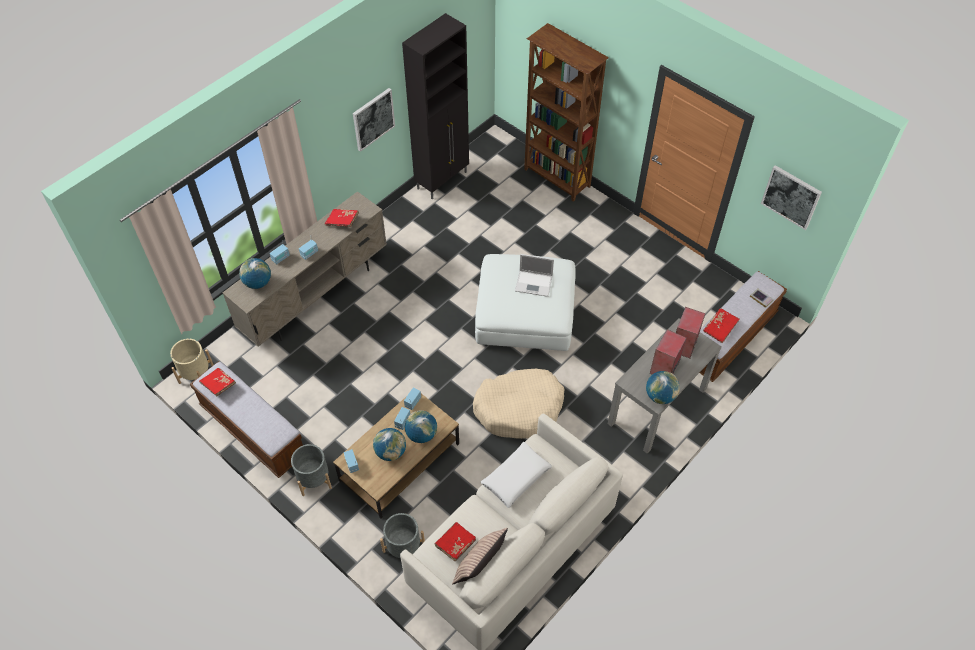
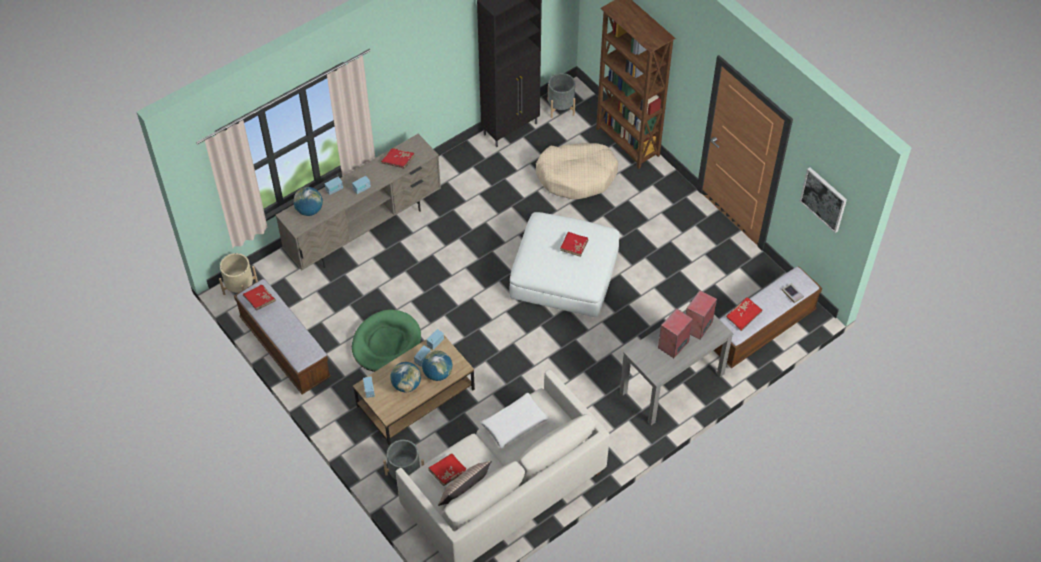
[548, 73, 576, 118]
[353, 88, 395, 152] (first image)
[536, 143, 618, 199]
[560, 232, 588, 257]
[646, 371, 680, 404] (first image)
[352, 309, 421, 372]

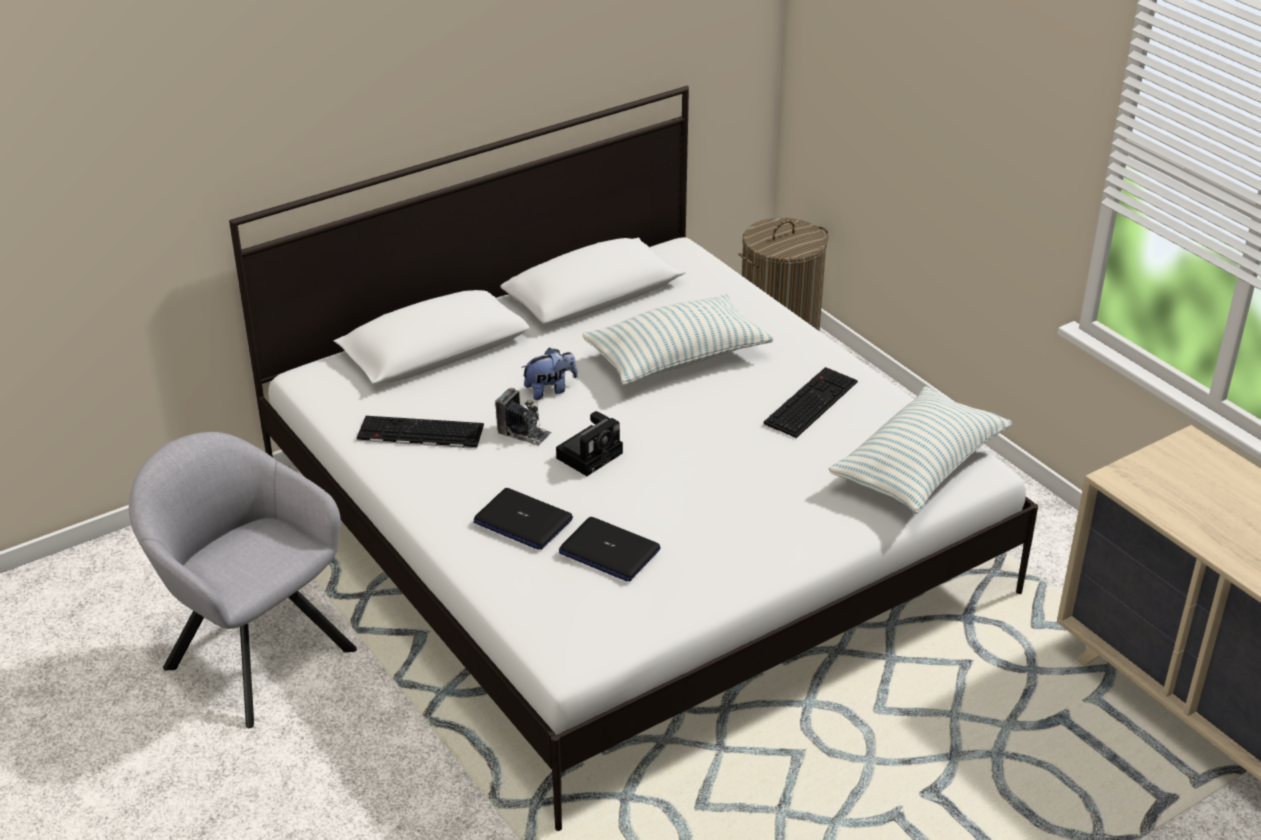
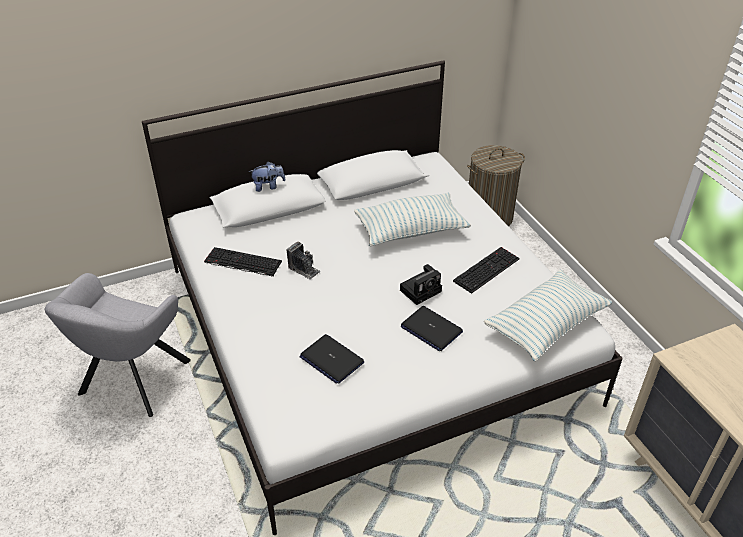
[45, 273, 191, 417]
[401, 306, 463, 351]
[249, 162, 285, 192]
[400, 264, 442, 305]

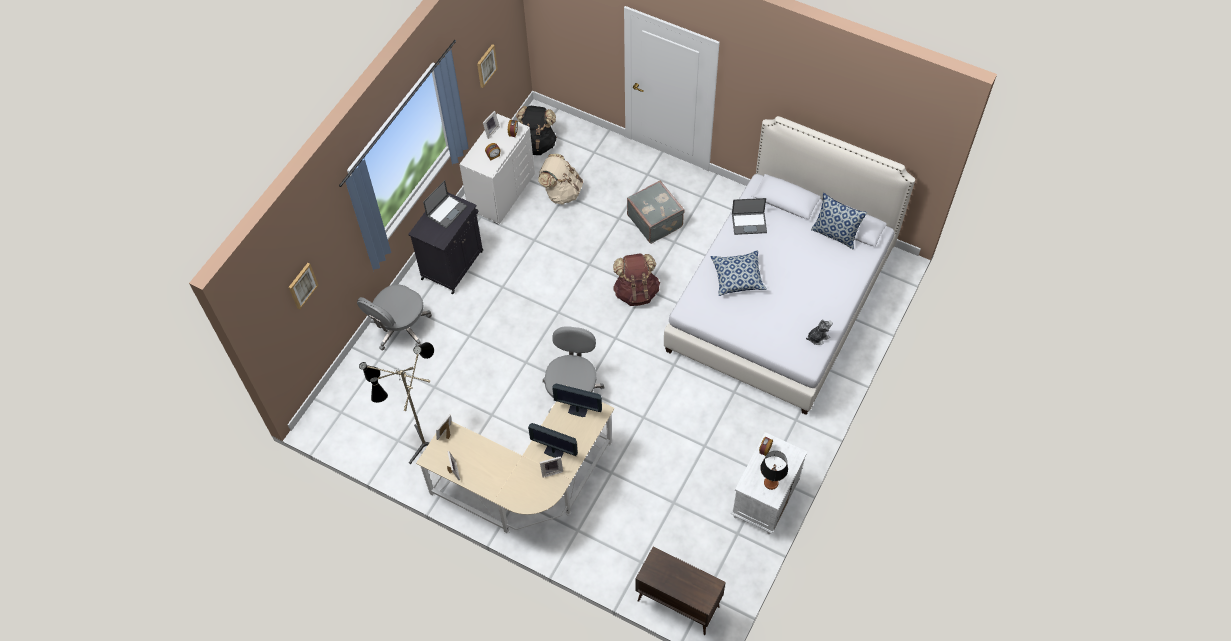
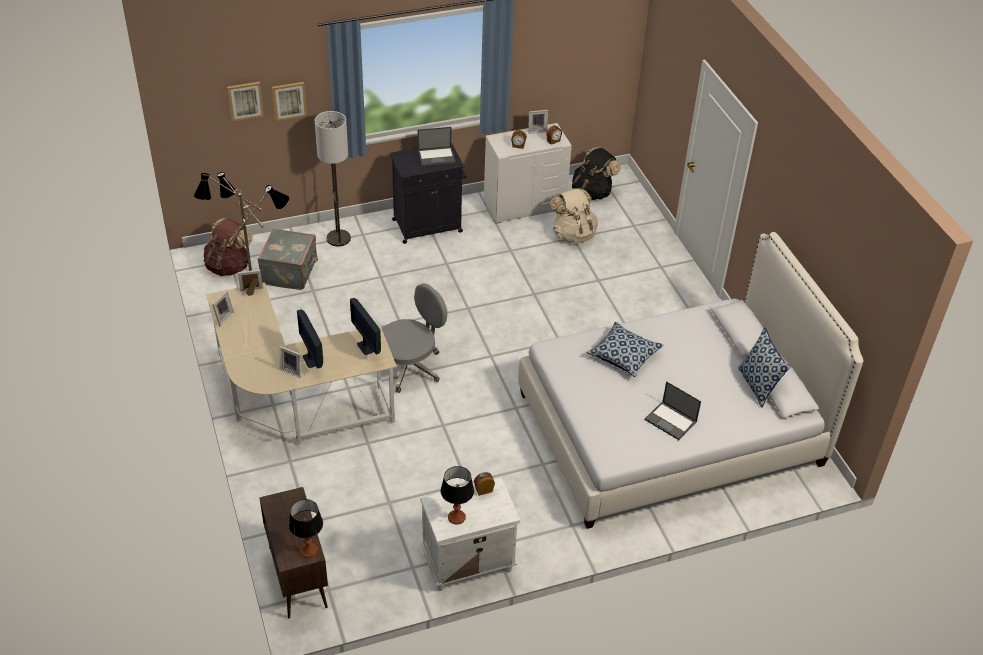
[315, 111, 351, 246]
[272, 82, 307, 121]
[204, 218, 253, 276]
[258, 228, 318, 290]
[645, 381, 701, 440]
[806, 319, 833, 345] (first image)
[289, 499, 323, 558]

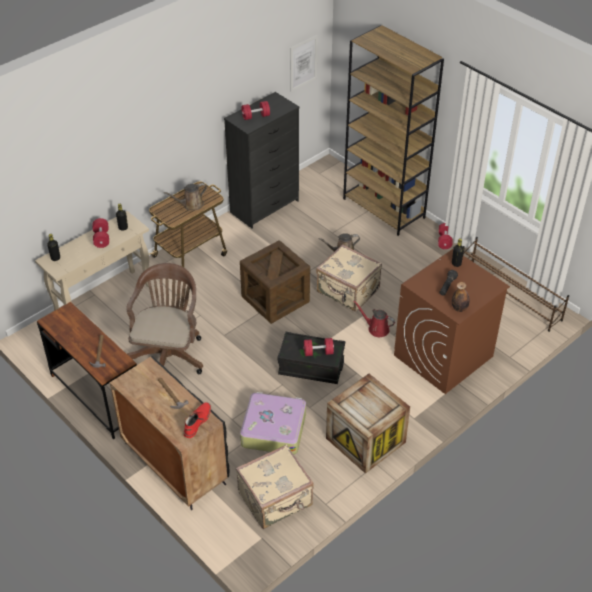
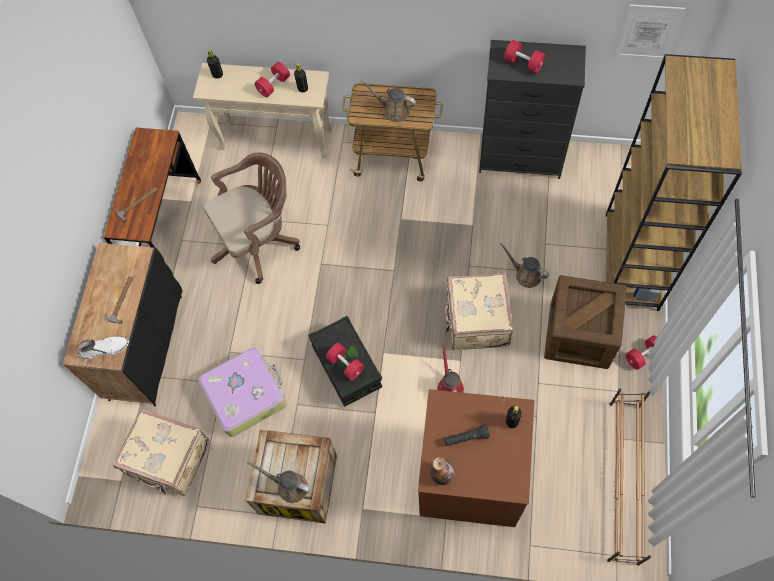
[77, 337, 129, 360]
[544, 275, 627, 369]
[248, 461, 312, 503]

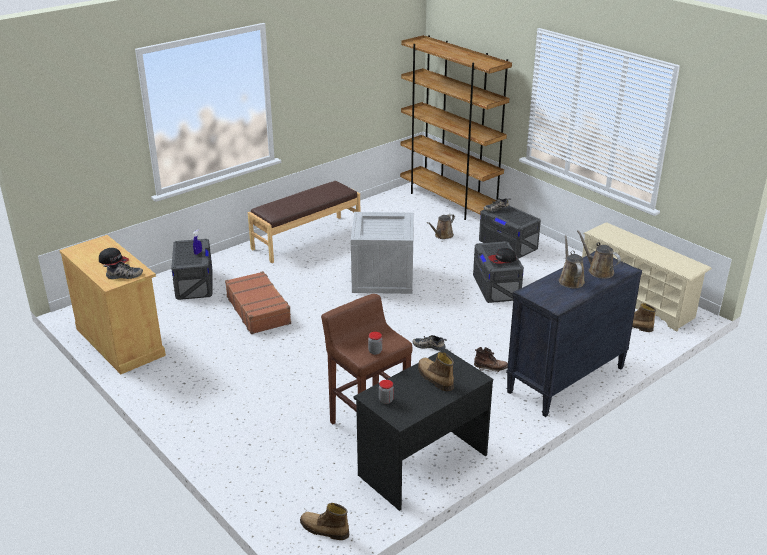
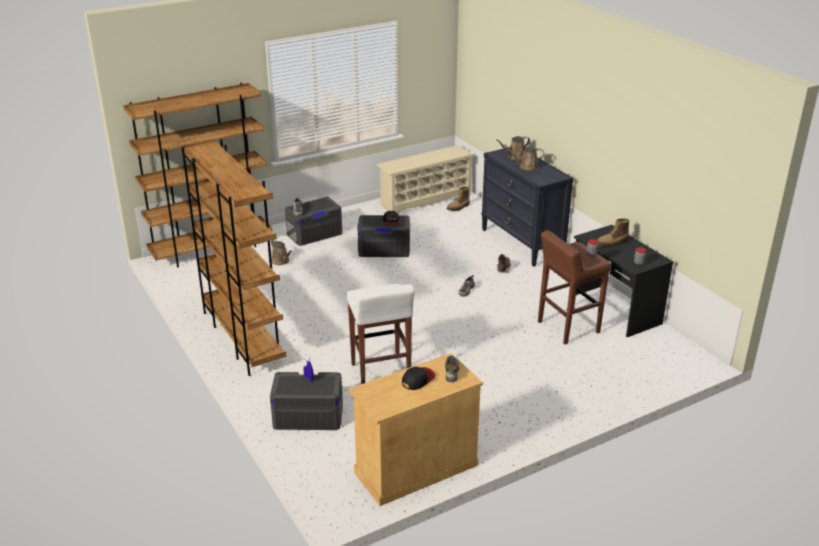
[347, 284, 414, 384]
[181, 139, 286, 376]
[300, 503, 349, 540] (first image)
[351, 212, 413, 294] (first image)

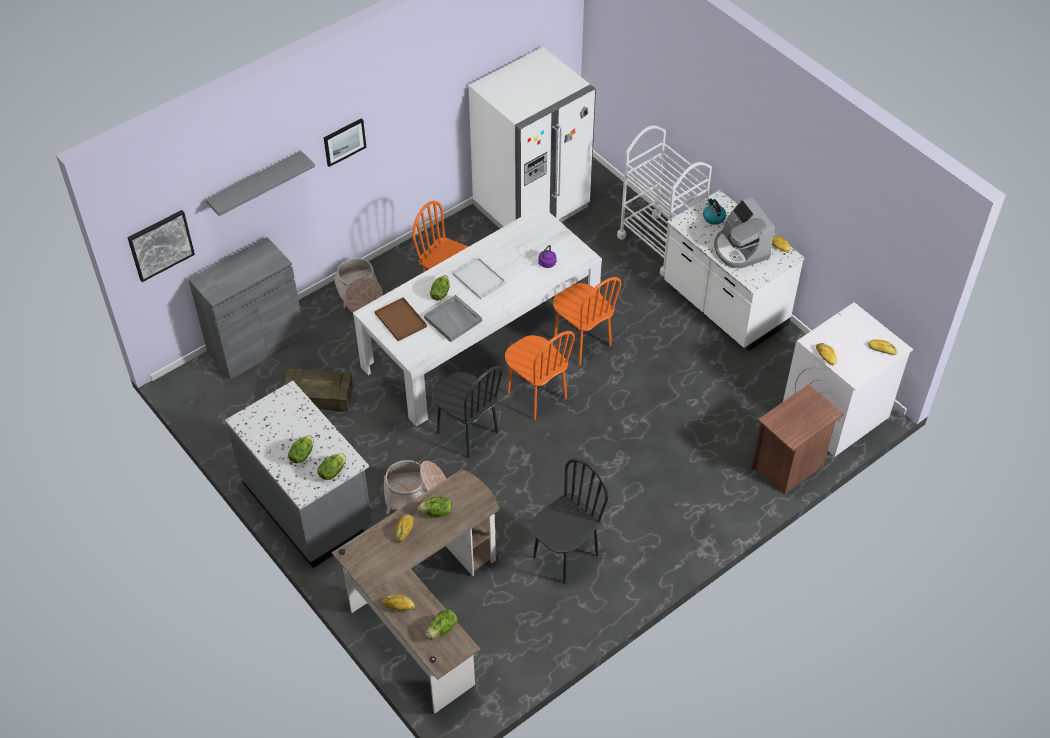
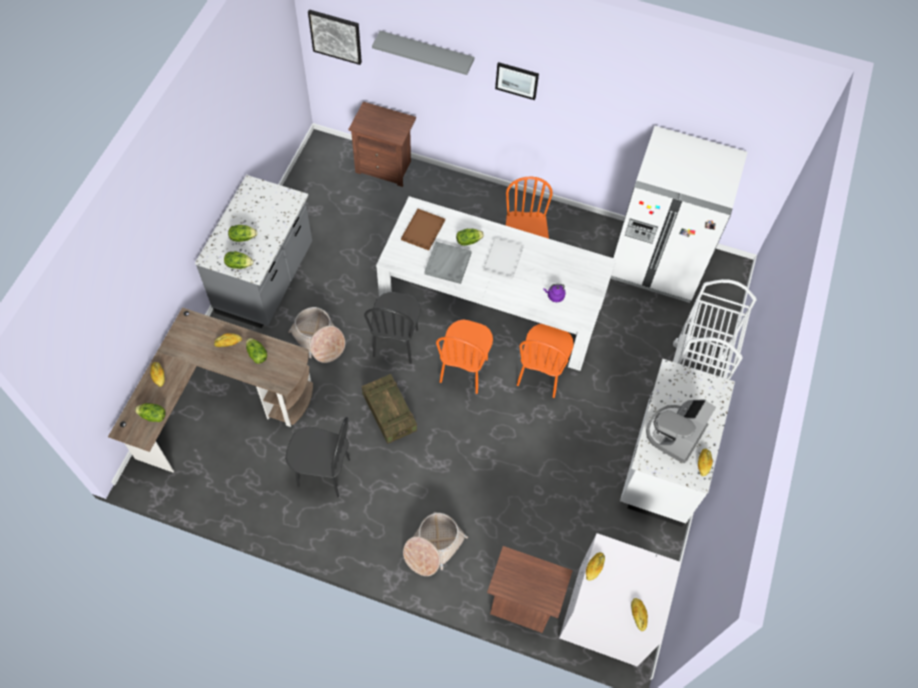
[348, 102, 416, 187]
[362, 374, 417, 444]
[403, 512, 468, 576]
[703, 198, 726, 225] (first image)

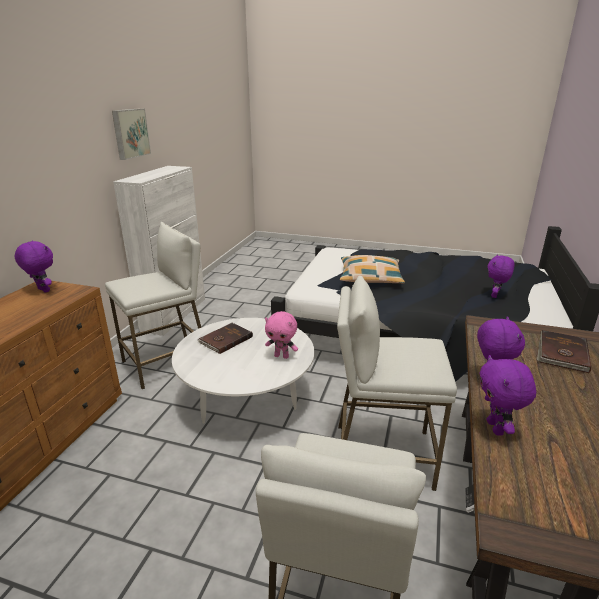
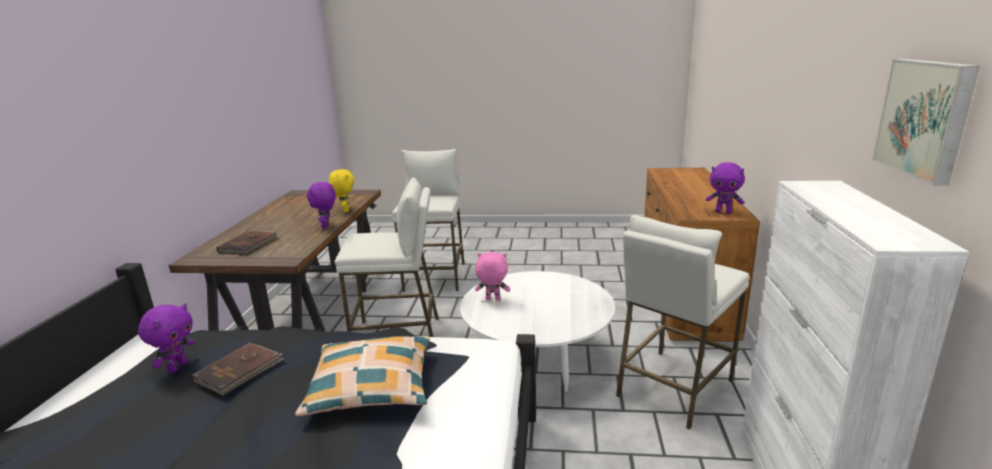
[191, 343, 284, 396]
[329, 169, 354, 212]

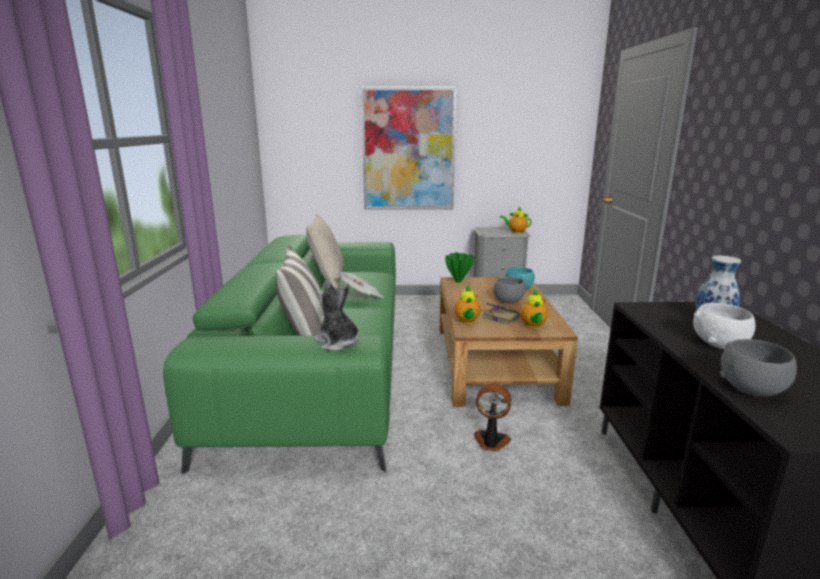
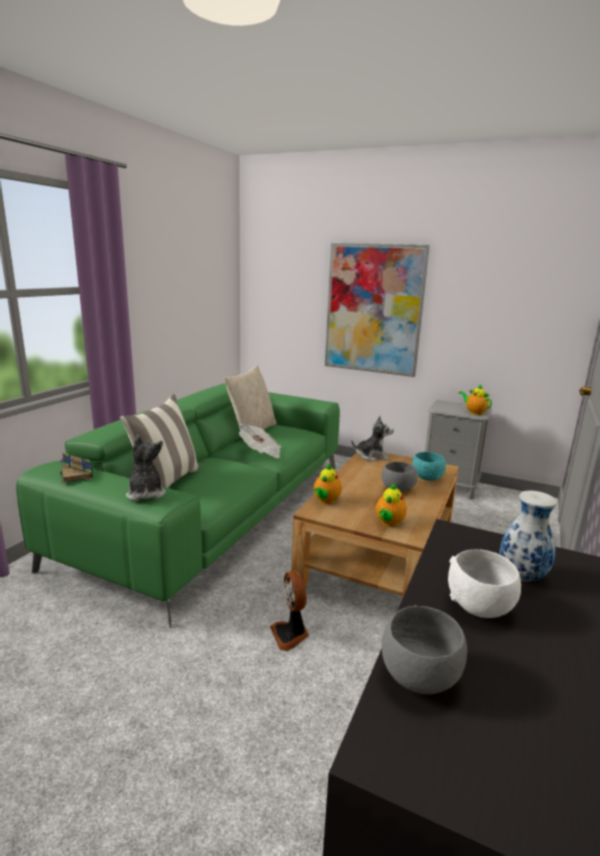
[351, 415, 394, 461]
[270, 571, 309, 651]
[60, 453, 93, 483]

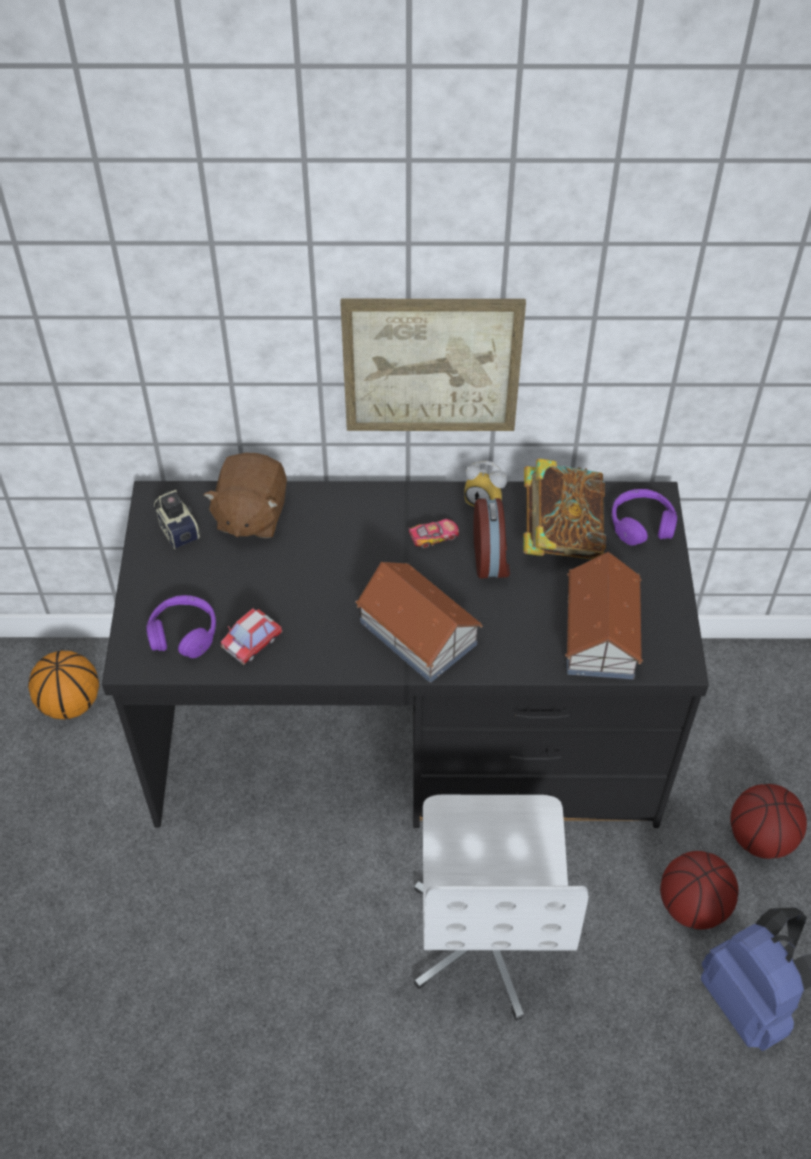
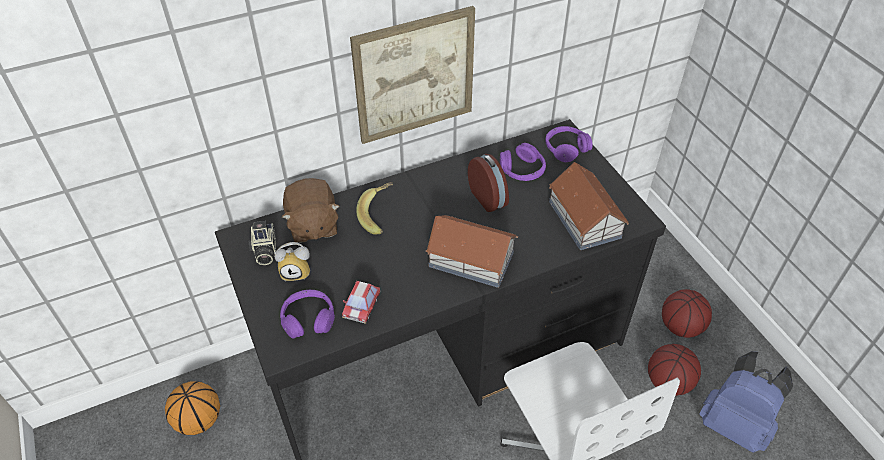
[248, 221, 276, 265]
[408, 519, 459, 549] (first image)
[274, 242, 310, 281]
[500, 143, 546, 181]
[356, 182, 393, 235]

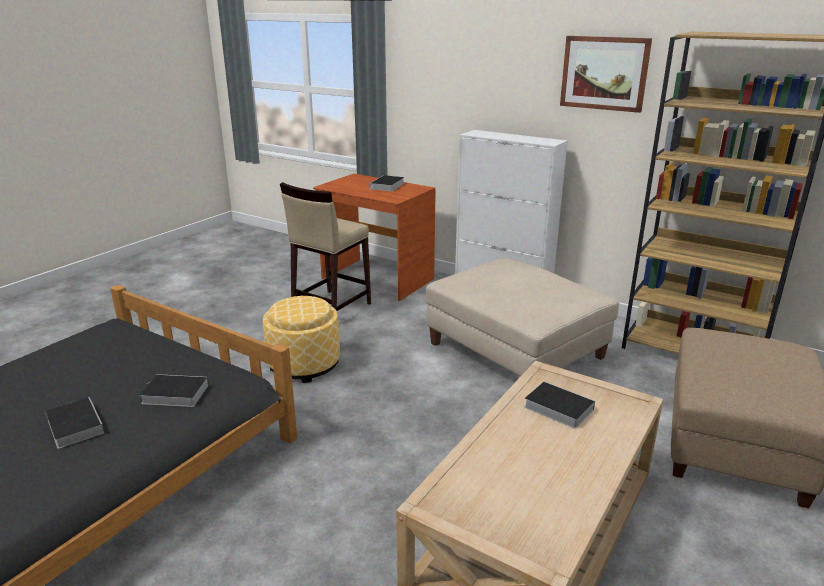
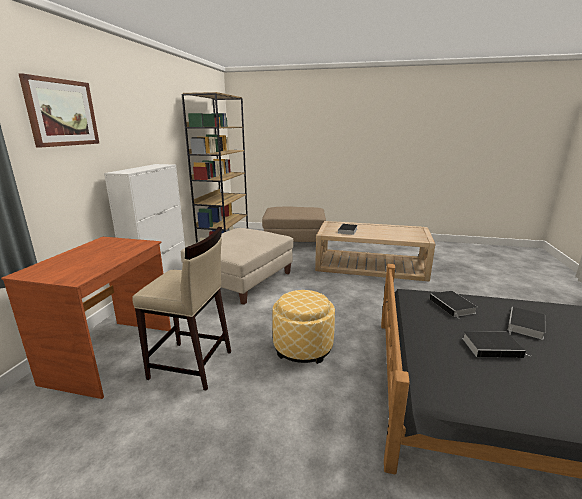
[462, 331, 532, 358]
[19, 73, 100, 148]

